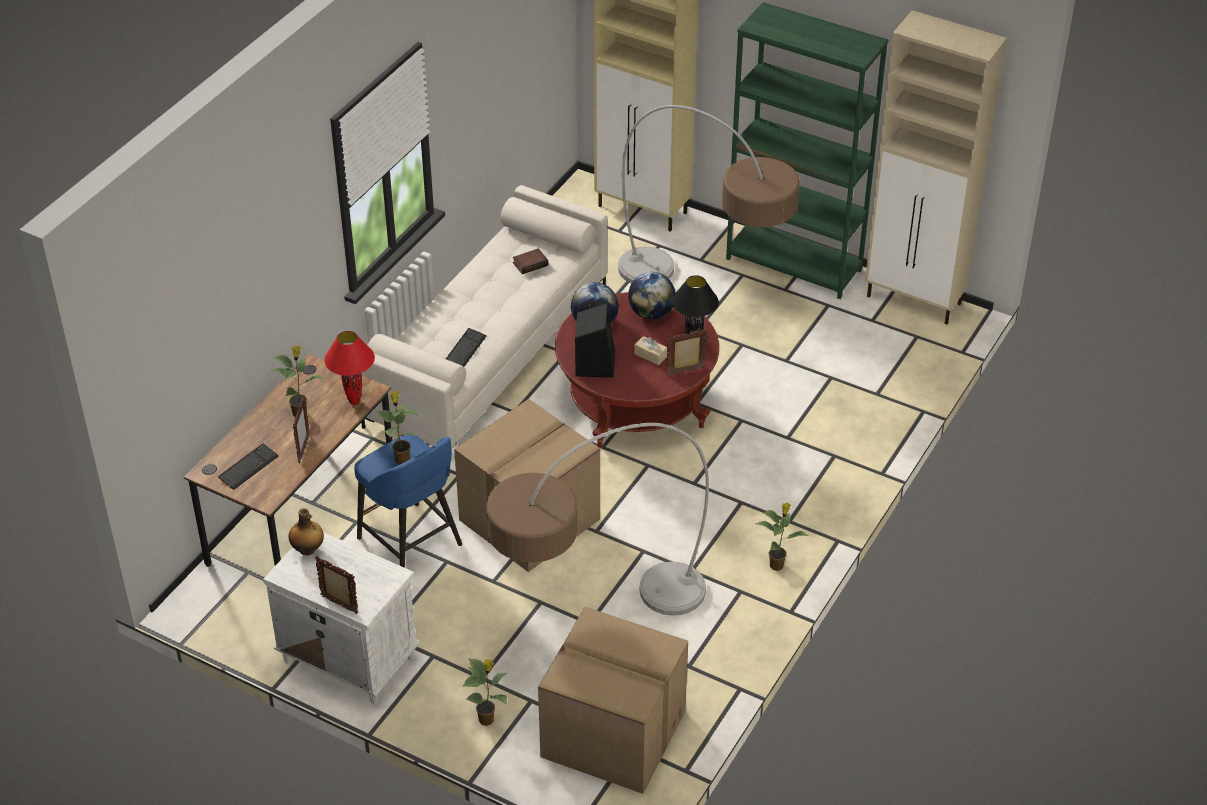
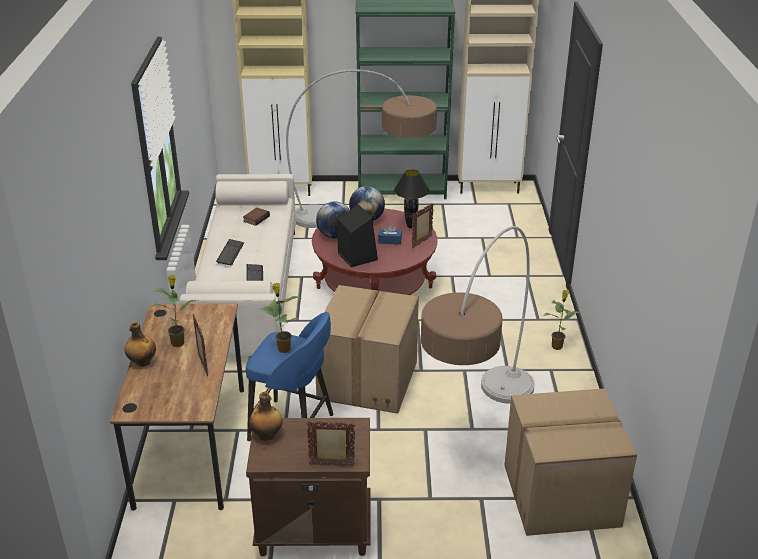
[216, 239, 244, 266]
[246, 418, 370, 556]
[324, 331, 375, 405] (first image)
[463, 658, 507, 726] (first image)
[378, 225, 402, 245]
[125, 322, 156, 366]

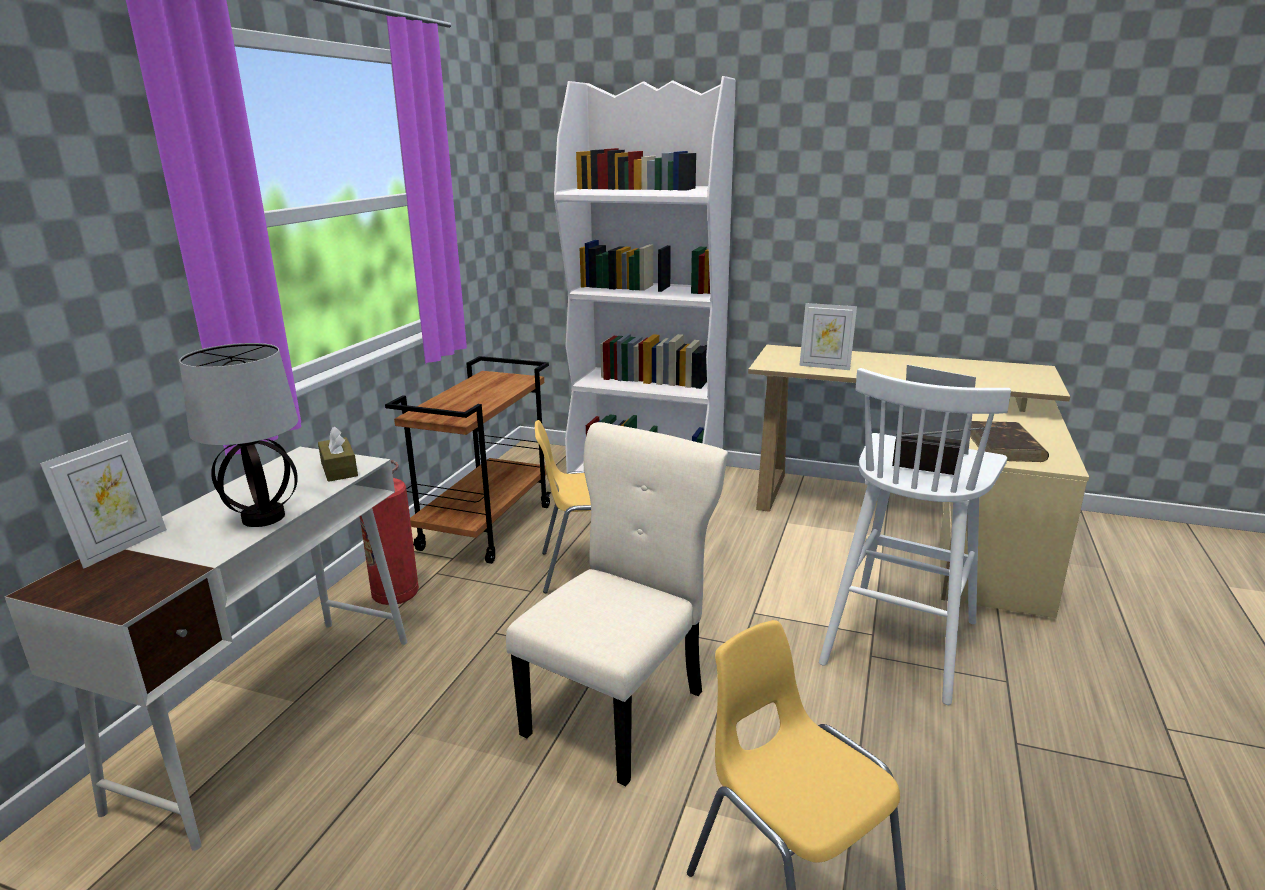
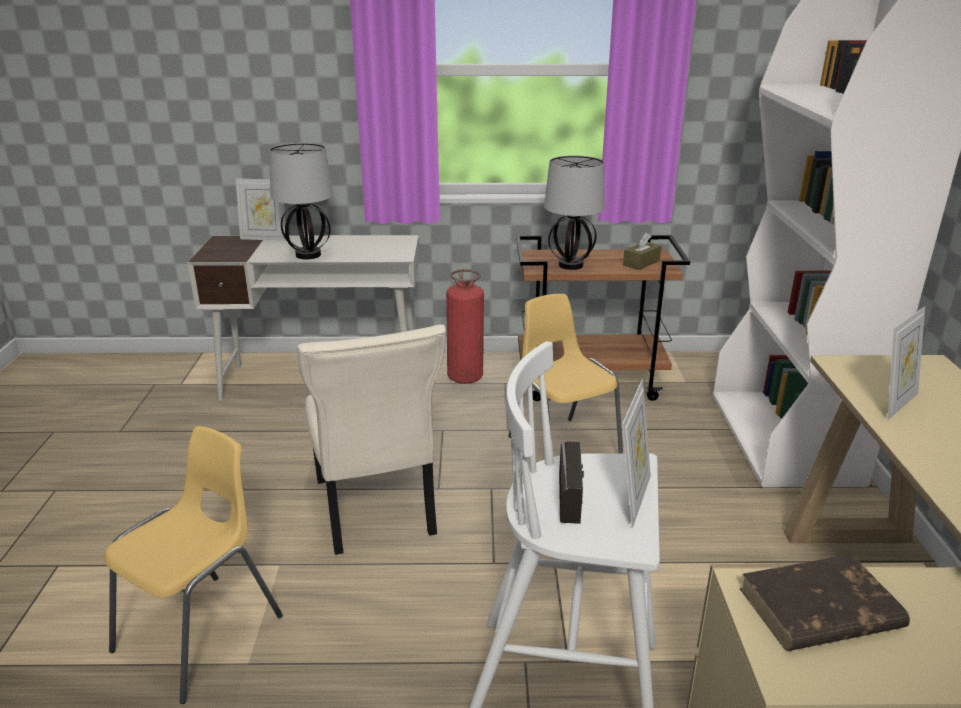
[623, 233, 661, 270]
[297, 324, 446, 555]
[887, 306, 925, 420]
[544, 155, 605, 270]

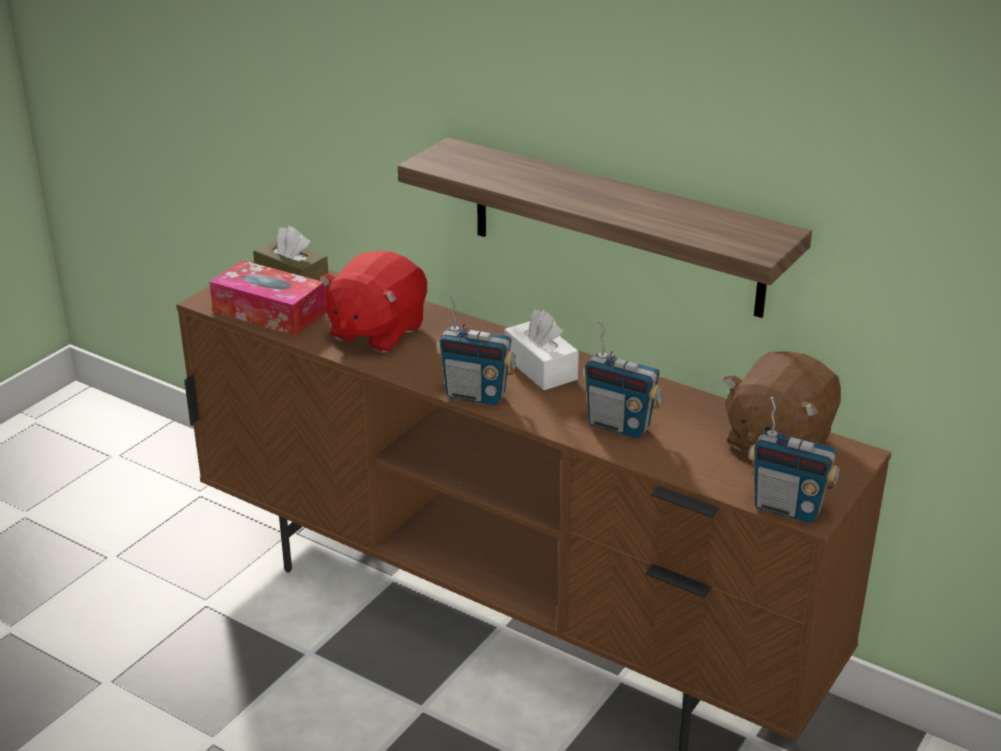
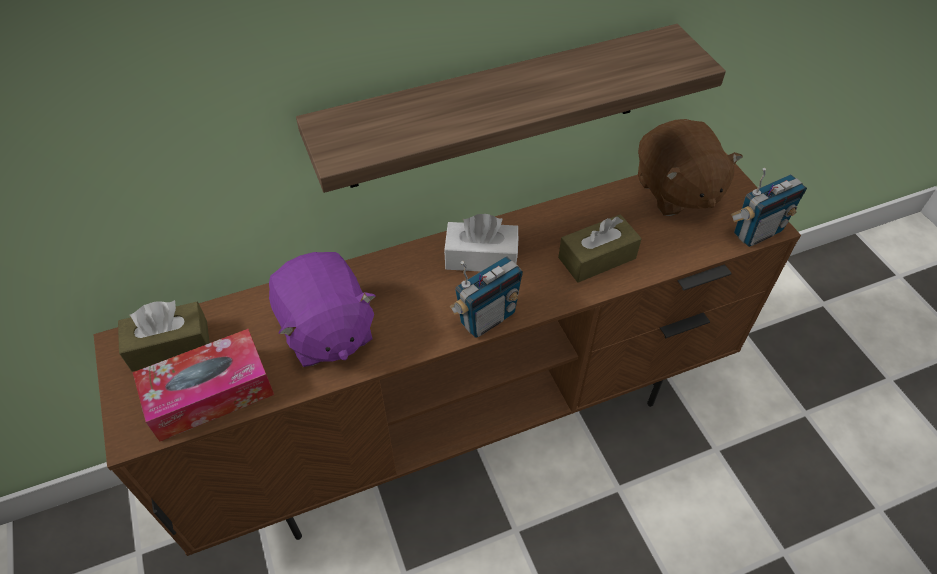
[269, 252, 376, 367]
[558, 214, 642, 283]

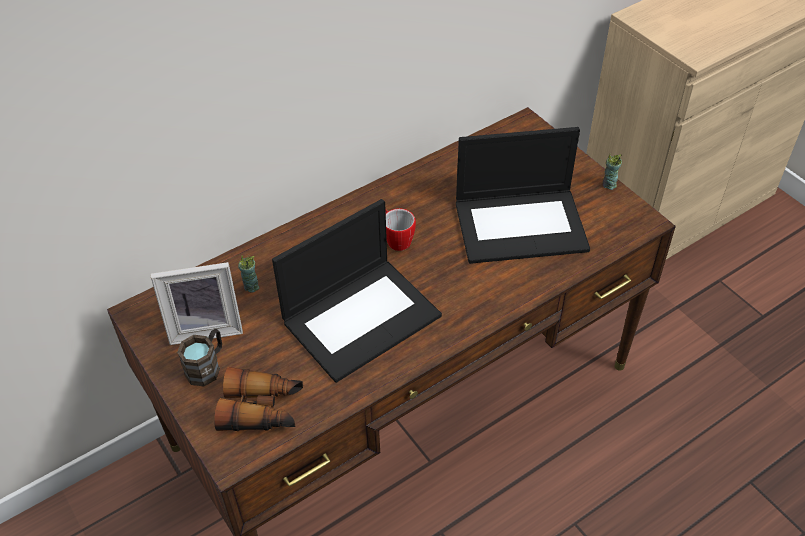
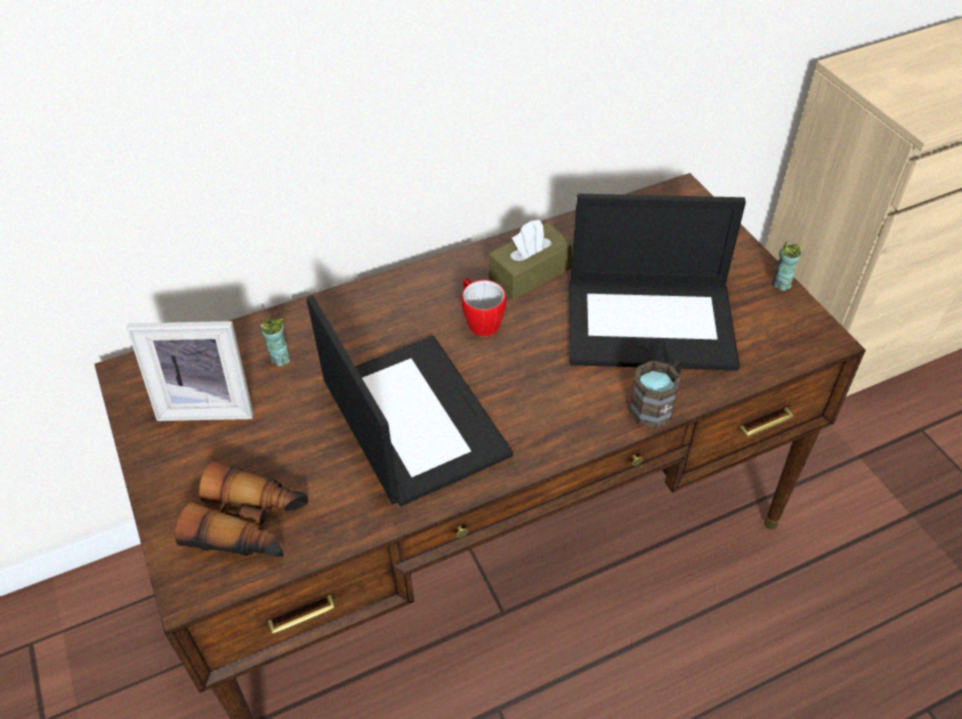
[629, 357, 683, 429]
[307, 296, 513, 506]
[488, 220, 573, 300]

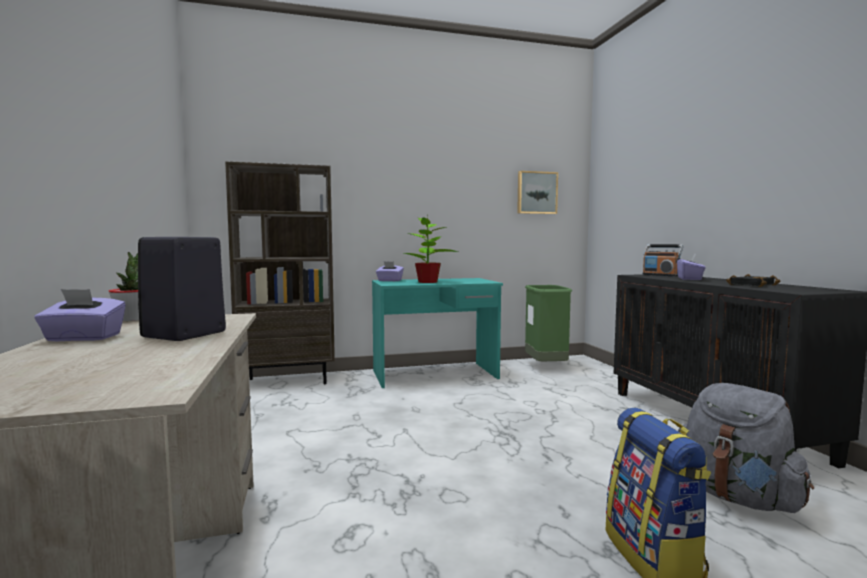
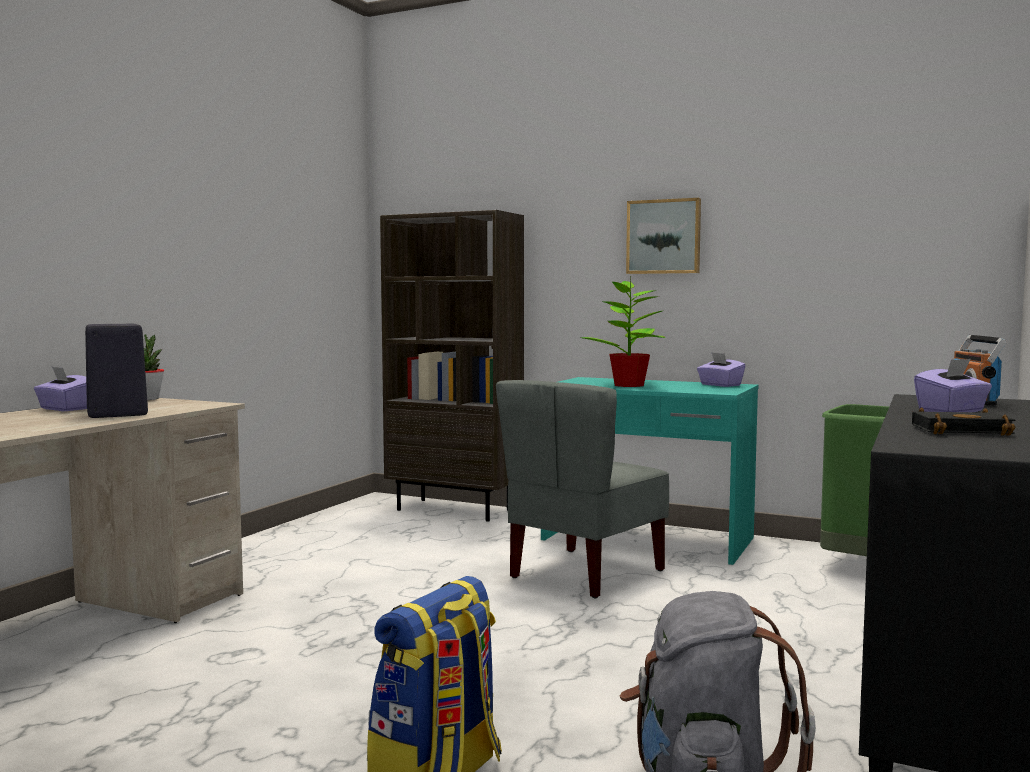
[697, 352, 746, 387]
[626, 198, 701, 274]
[496, 380, 669, 598]

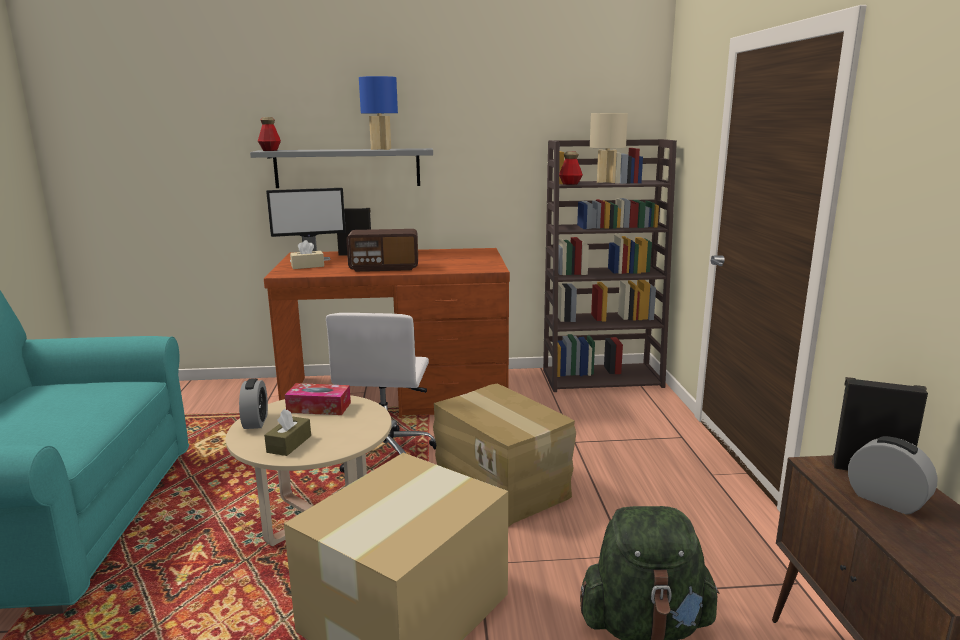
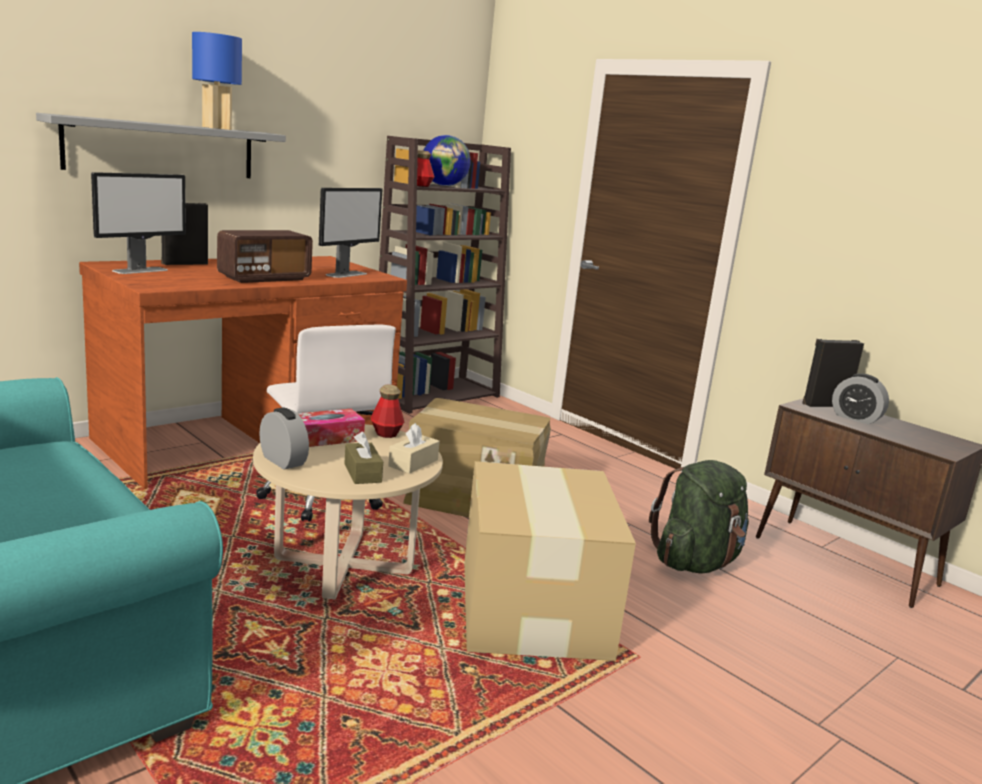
[371, 384, 404, 438]
[388, 423, 440, 474]
[423, 135, 471, 186]
[832, 373, 889, 425]
[319, 188, 383, 278]

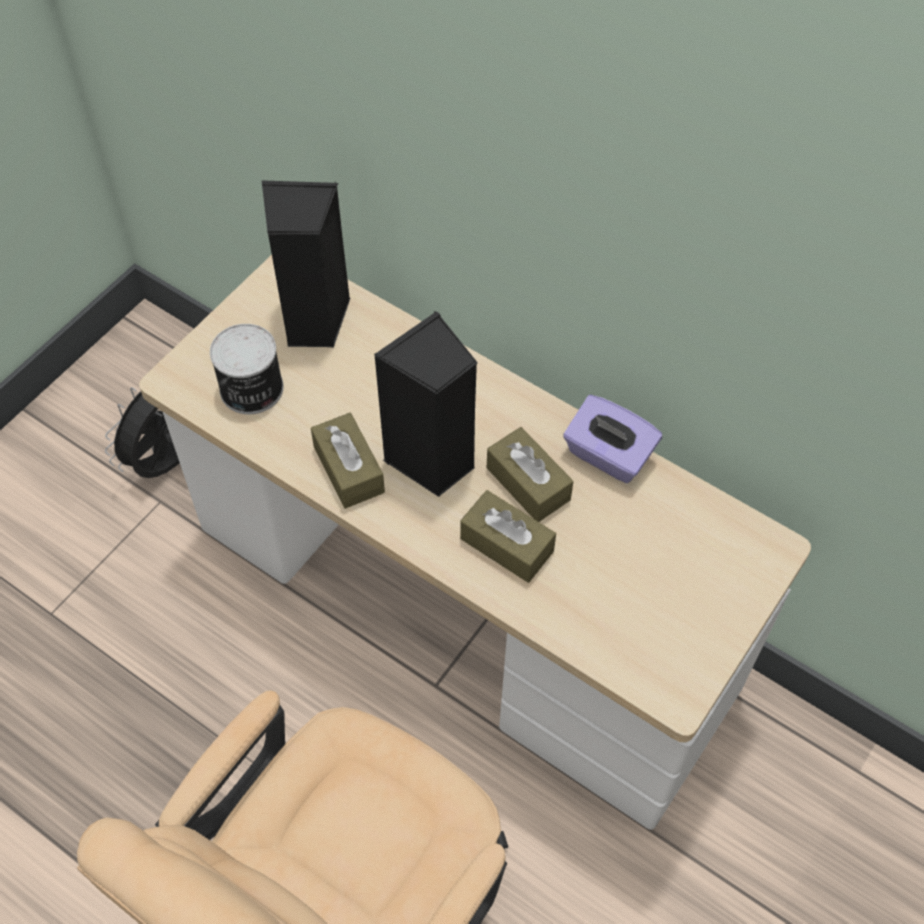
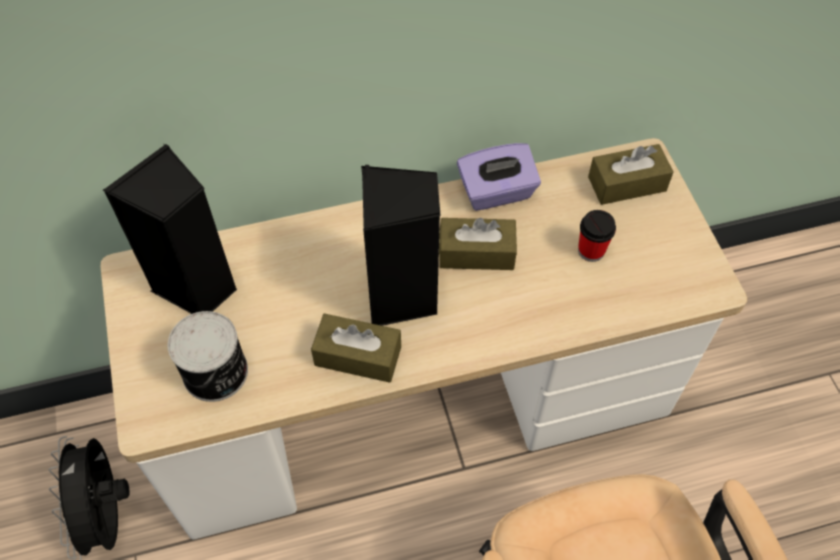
[588, 144, 674, 205]
[578, 210, 616, 262]

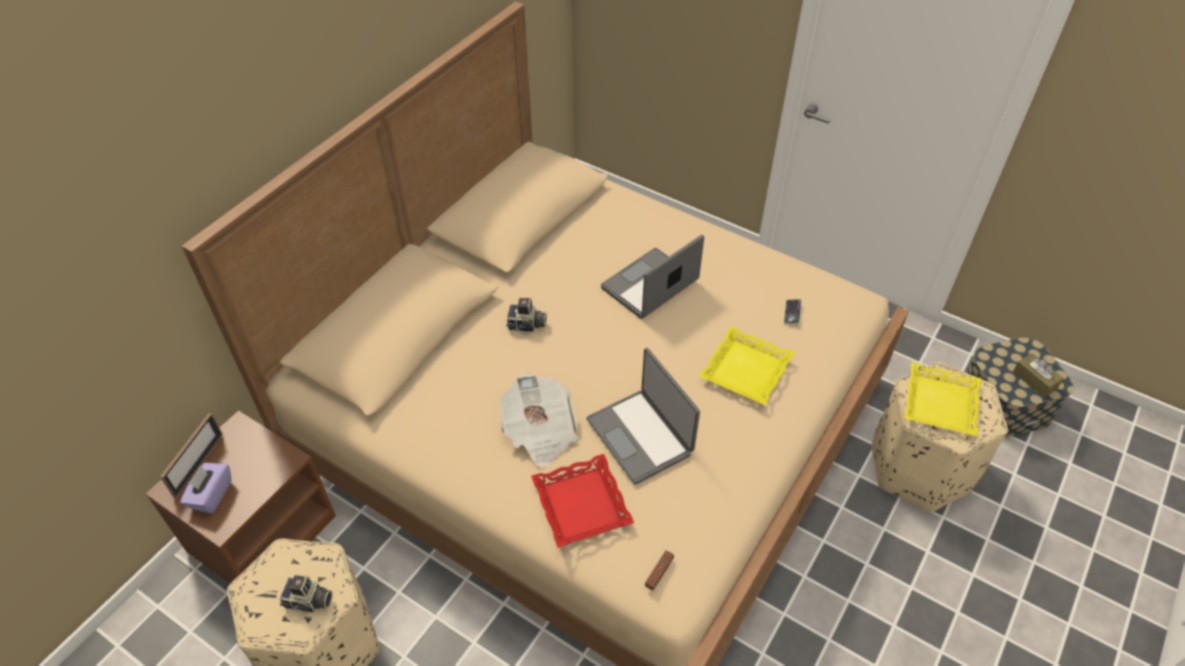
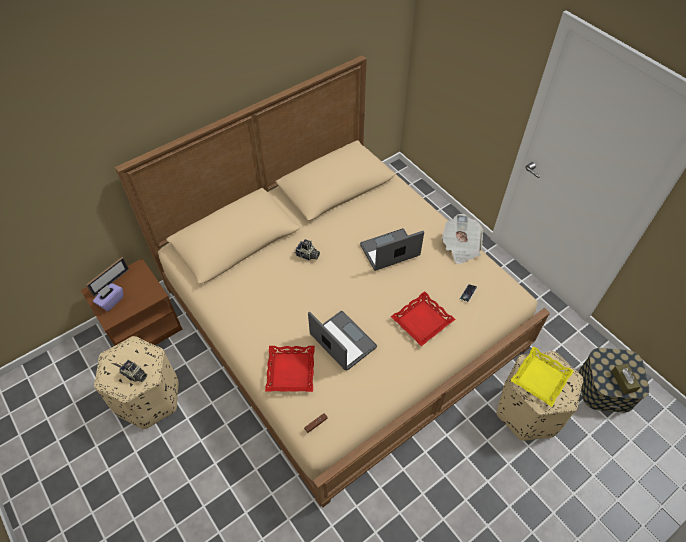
[442, 214, 483, 264]
[308, 311, 377, 370]
[391, 291, 456, 346]

